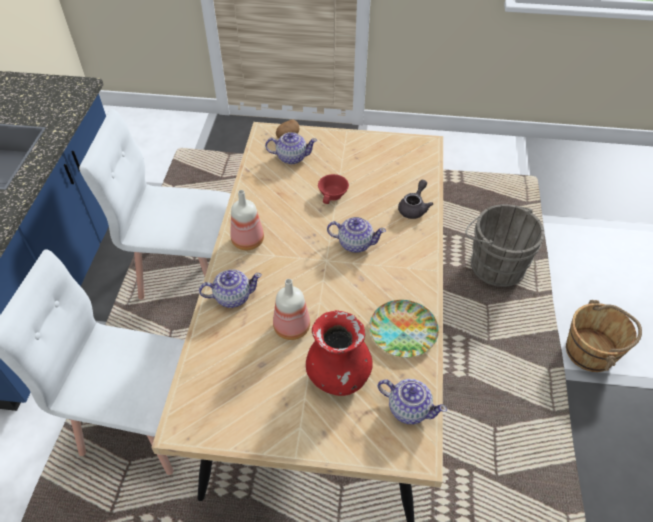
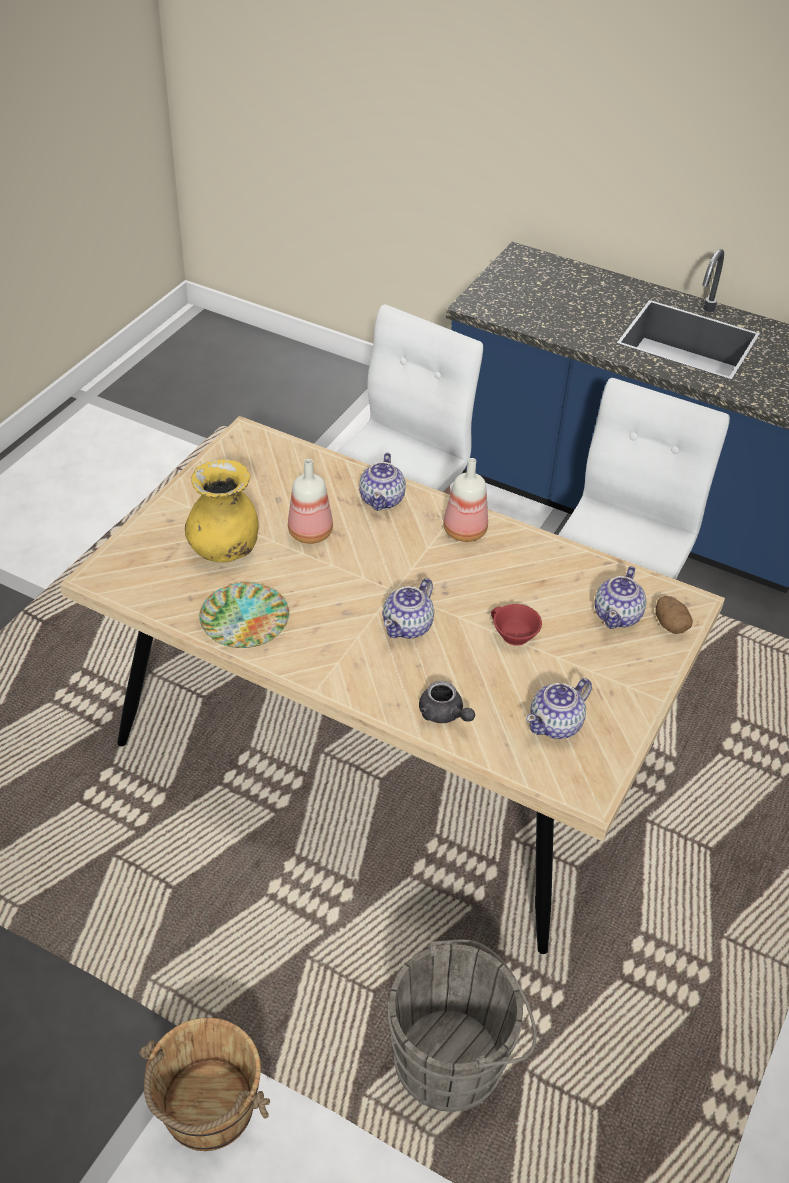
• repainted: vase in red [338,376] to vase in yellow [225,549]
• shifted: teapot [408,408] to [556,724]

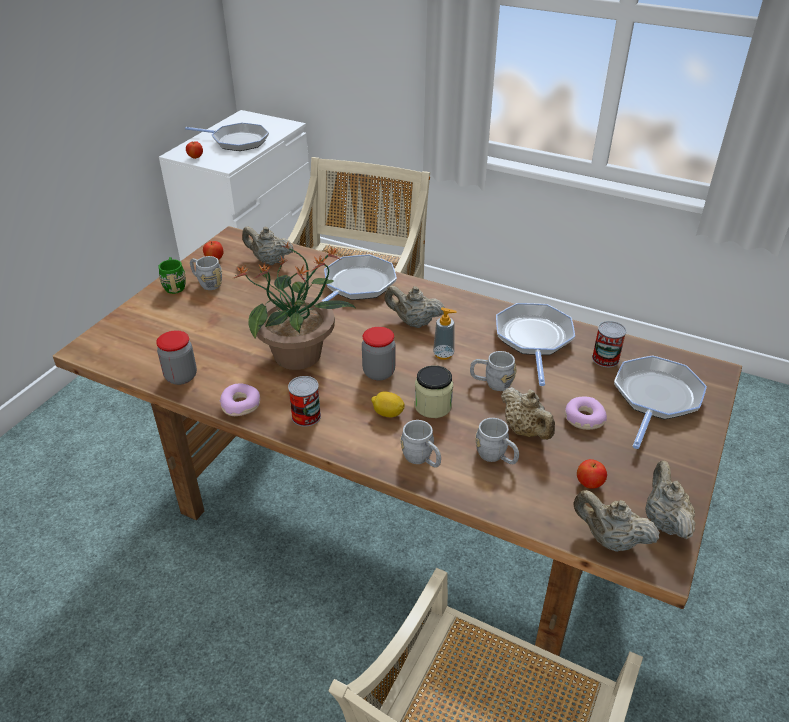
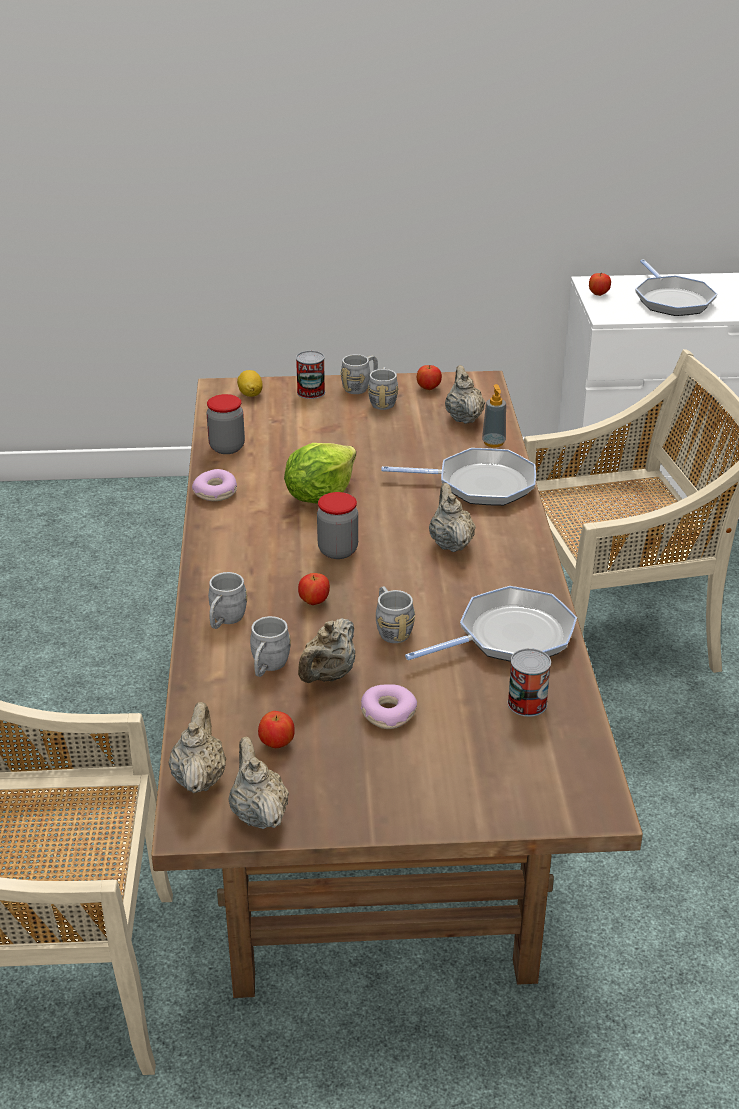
• repainted: mug in green [175,285] to mug in grey [360,387]
• swapped: potted plant [299,355] to lettuce [320,495]
• shifted: can [306,416] to [311,392]
• shifted: lemon [388,413] to [250,394]
• swapped: jar [433,406] to apple [314,602]
• shifted: soap dispenser [443,354] to [493,442]
• gone: frying pan [655,398]
• rotated: teapot in beige [663,520] = [258,813] 75 degrees counterclockwise

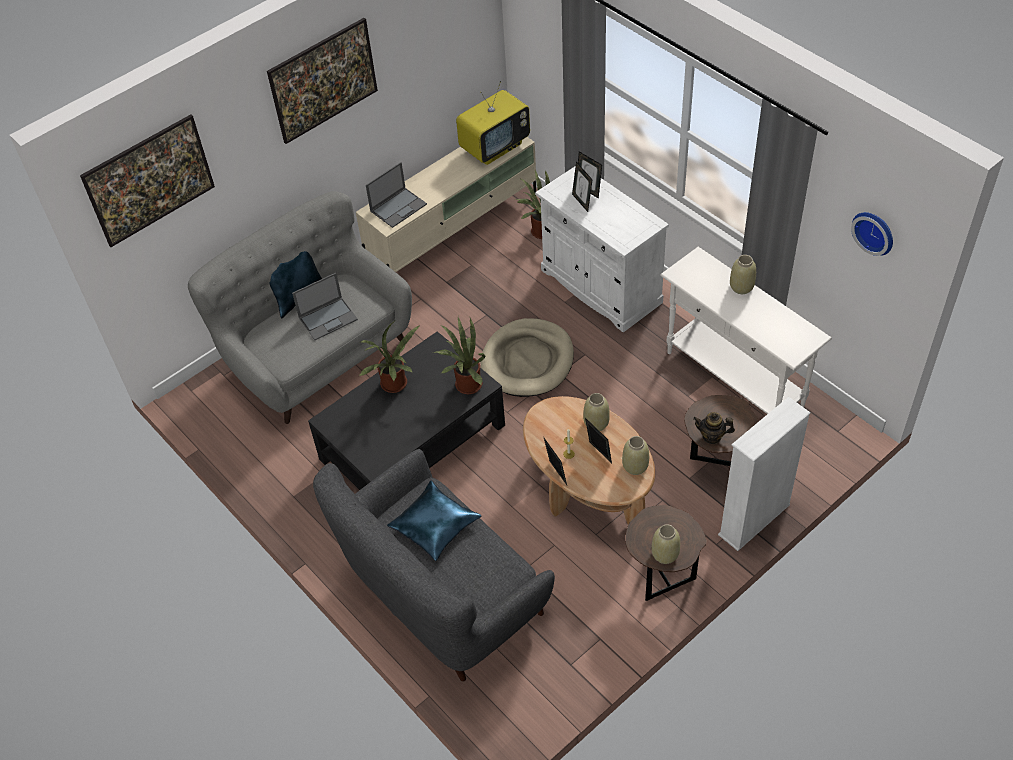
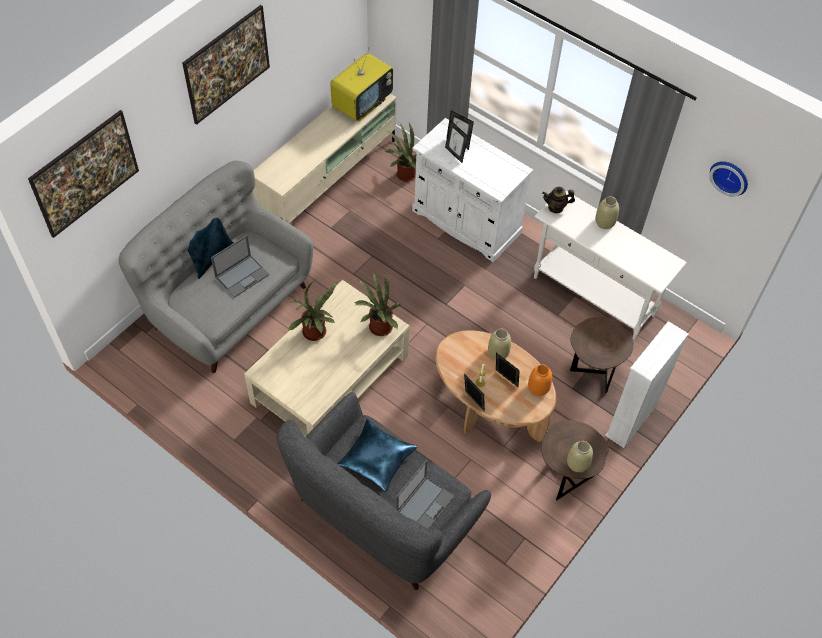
• repainted: coffee table in black [413,441] to coffee table in beige [330,378]
• shifted: laptop [399,207] to [425,503]
• gone: dog bed in beige [527,361]
• repainted: vase in beige [635,466] to vase in orange [538,388]
• shifted: teapot [712,436] to [556,207]

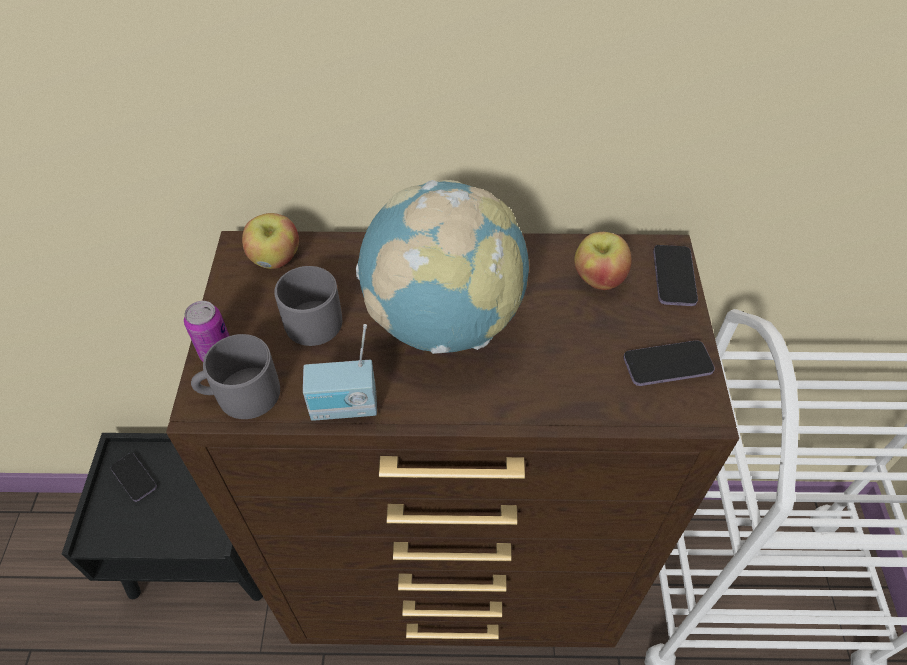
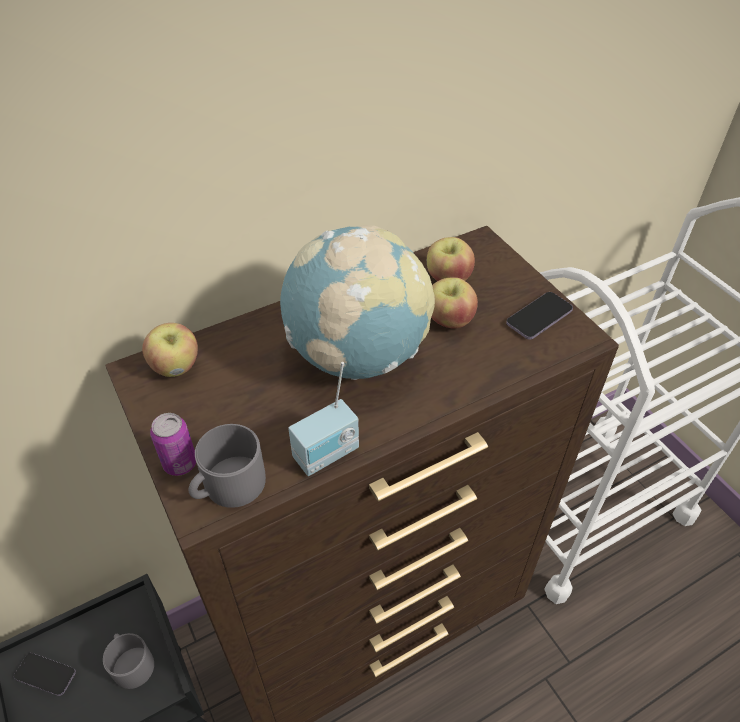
• shifted: mug in grey [313,316] to [131,663]
• gone: phone [674,277]
• new: apple [449,320]

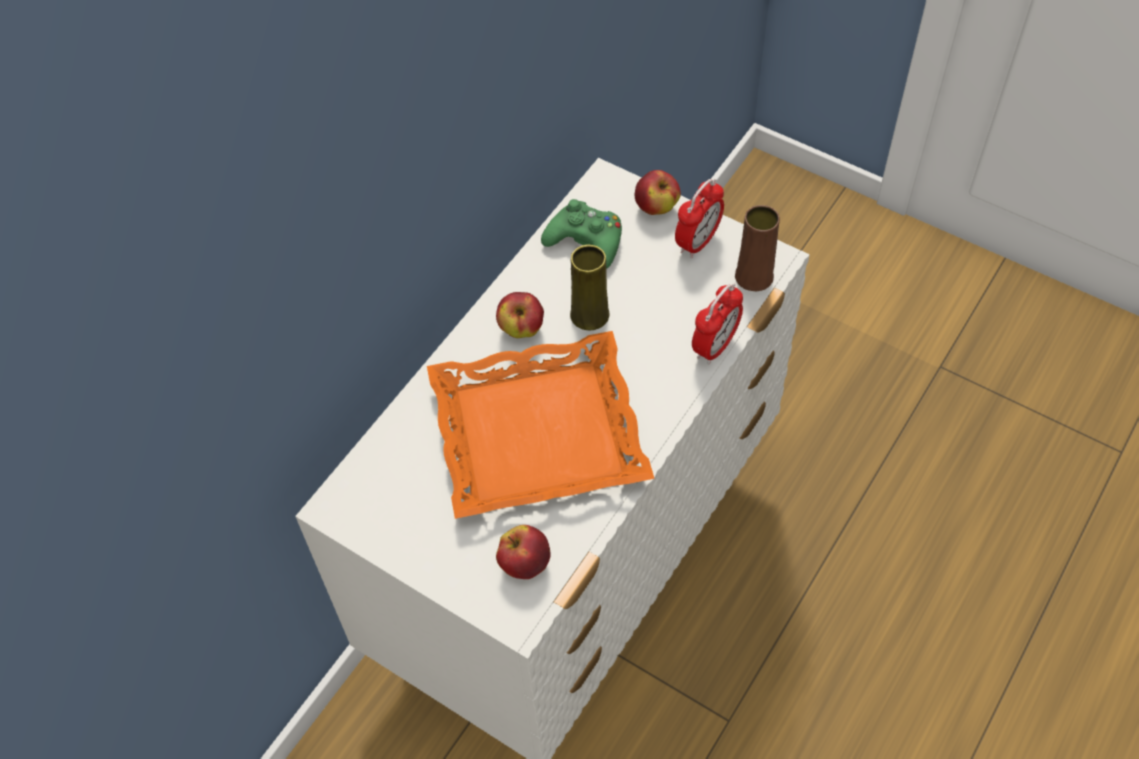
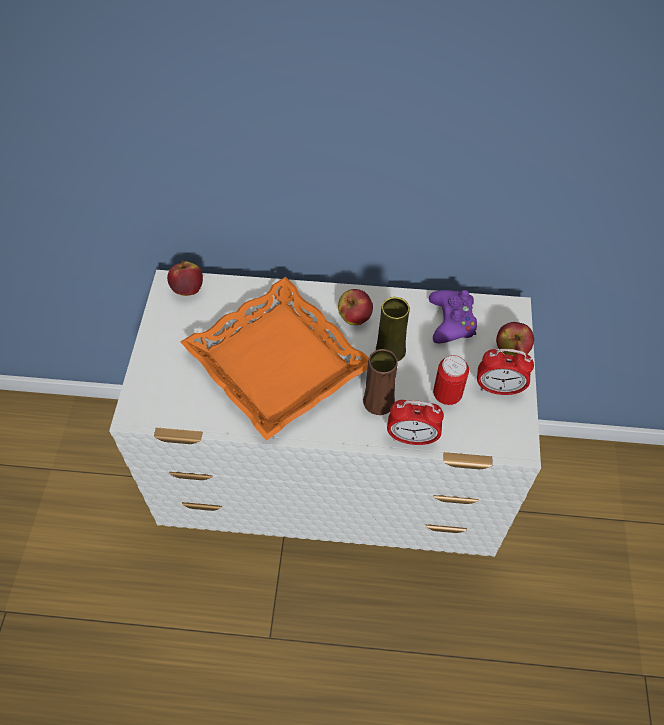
• shifted: apple [524,564] to [188,289]
• repainted: game controller in green [586,241] to game controller in purple [452,321]
• shifted: vase in brown [754,276] to [378,401]
• new: can [447,395]

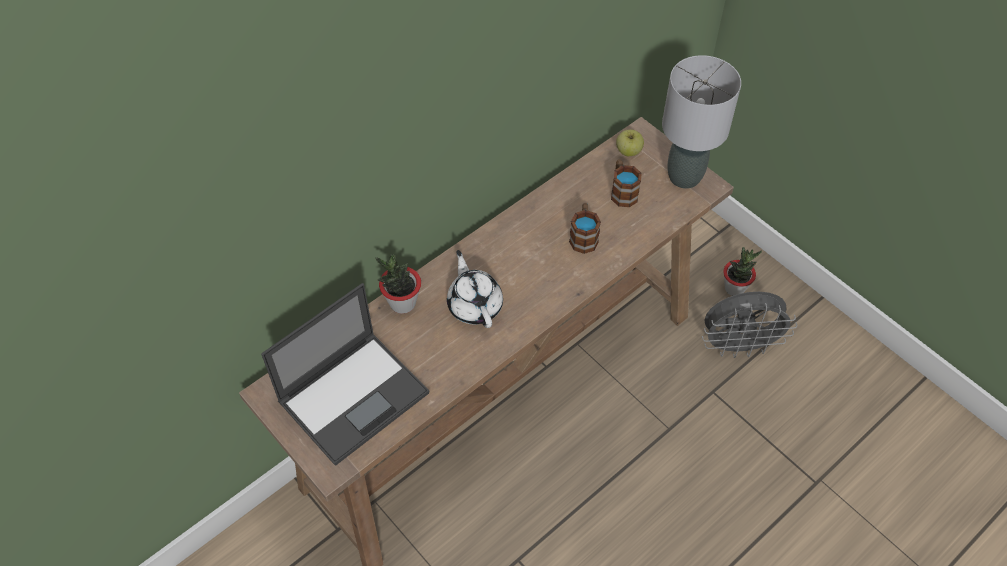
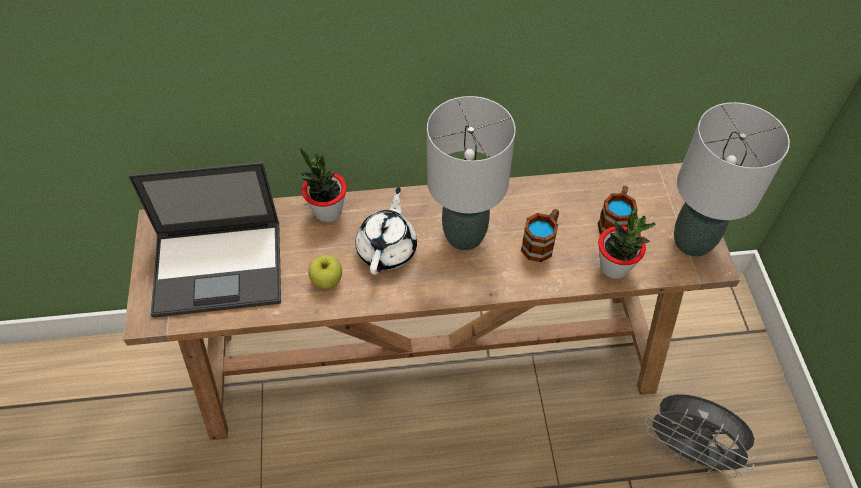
• shifted: apple [628,151] to [327,280]
• shifted: potted plant [734,288] to [614,267]
• new: table lamp in grey [465,236]

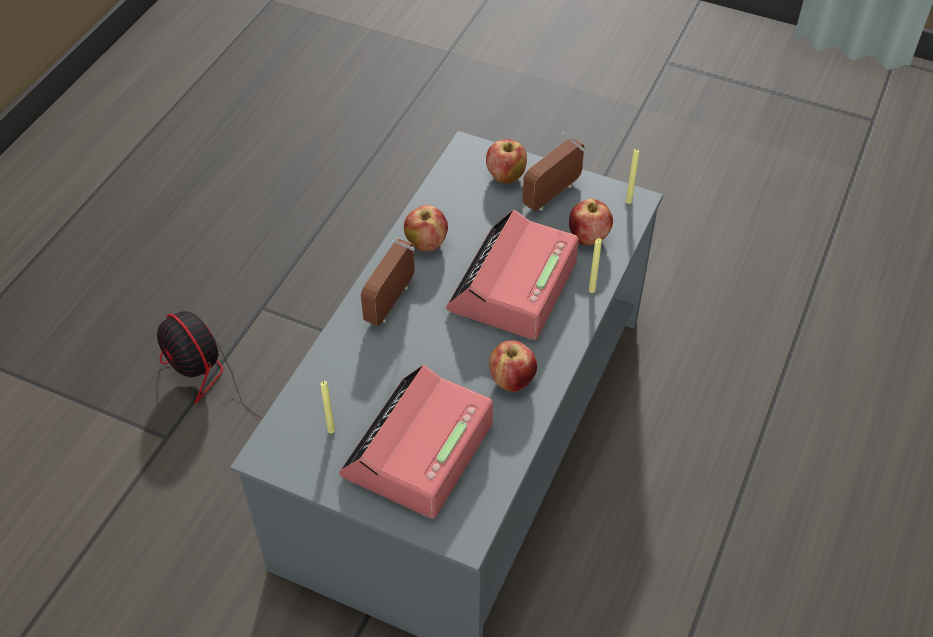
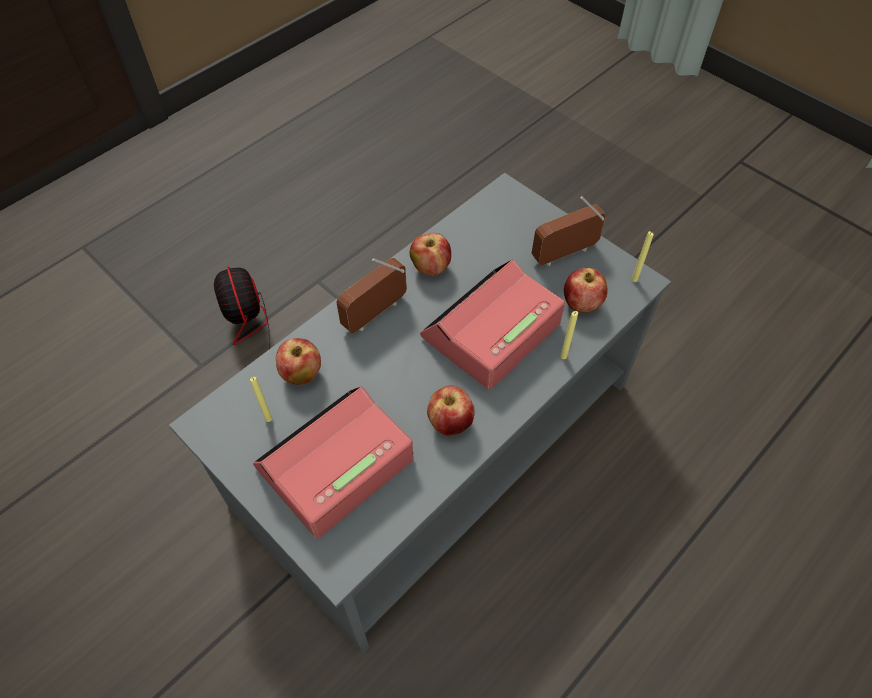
• shifted: apple [505,177] to [301,374]

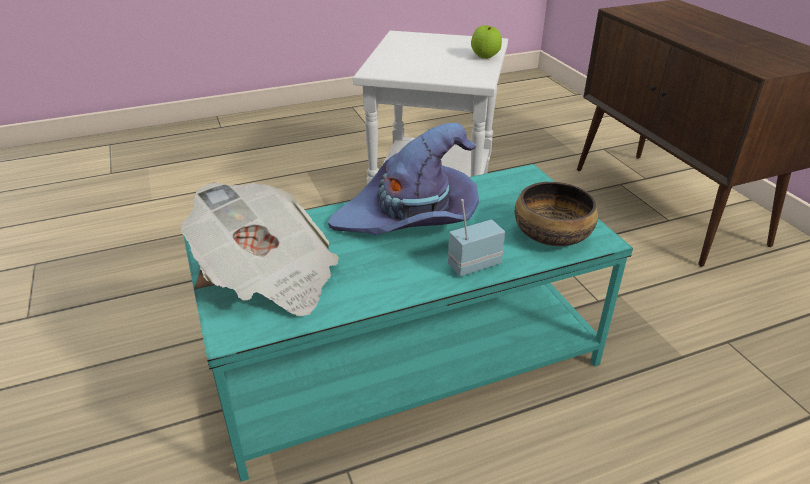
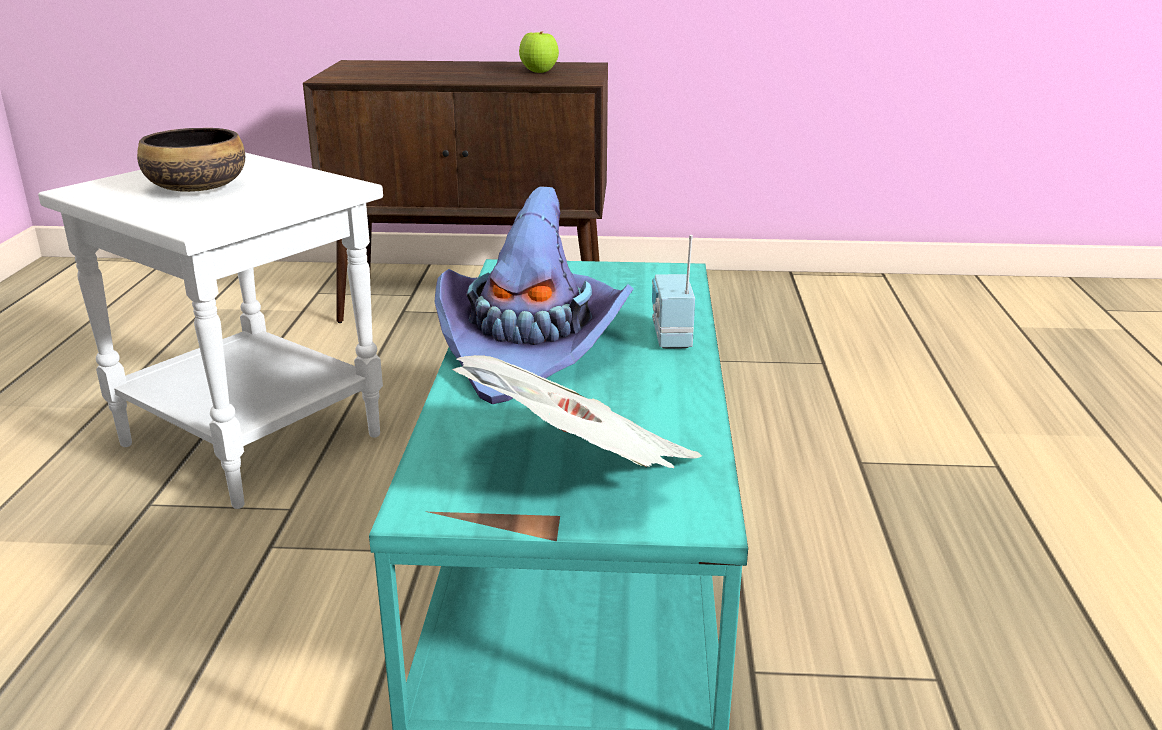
• shifted: apple [485,57] to [539,72]
• shifted: bowl [551,234] to [196,187]

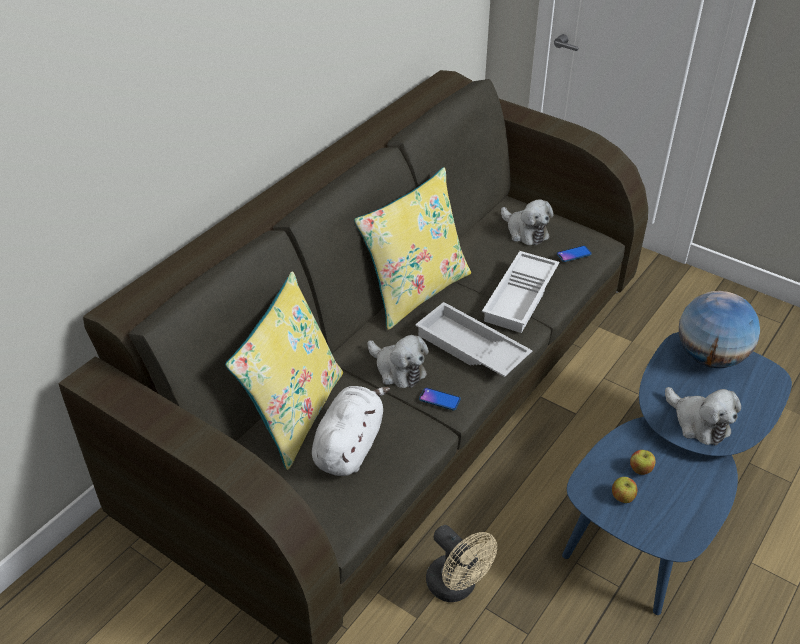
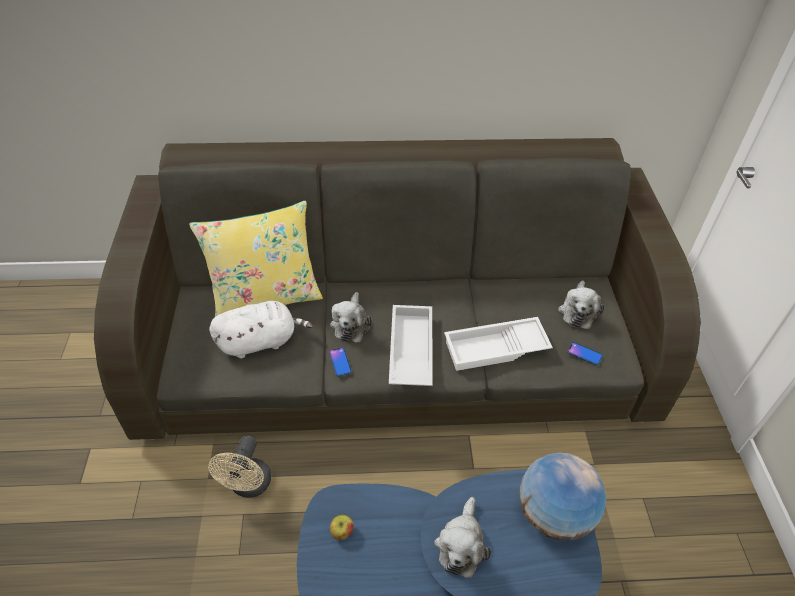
• gone: pillow in yellow [415,291]
• gone: apple [640,469]

